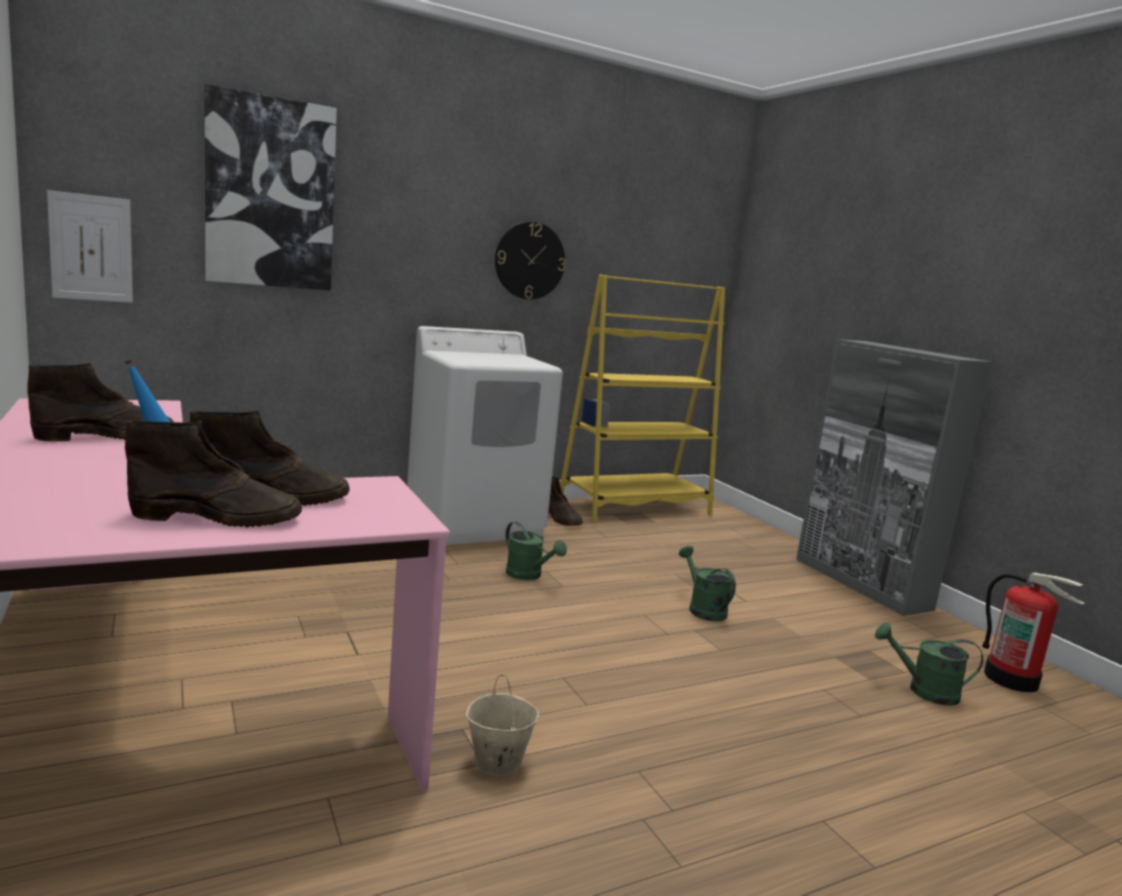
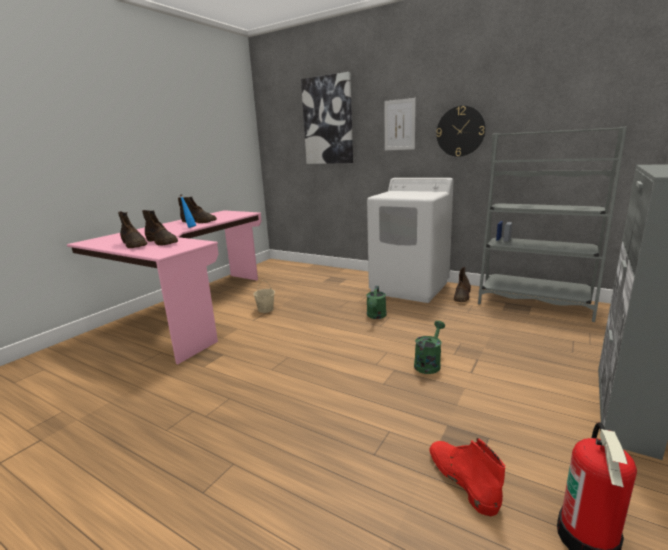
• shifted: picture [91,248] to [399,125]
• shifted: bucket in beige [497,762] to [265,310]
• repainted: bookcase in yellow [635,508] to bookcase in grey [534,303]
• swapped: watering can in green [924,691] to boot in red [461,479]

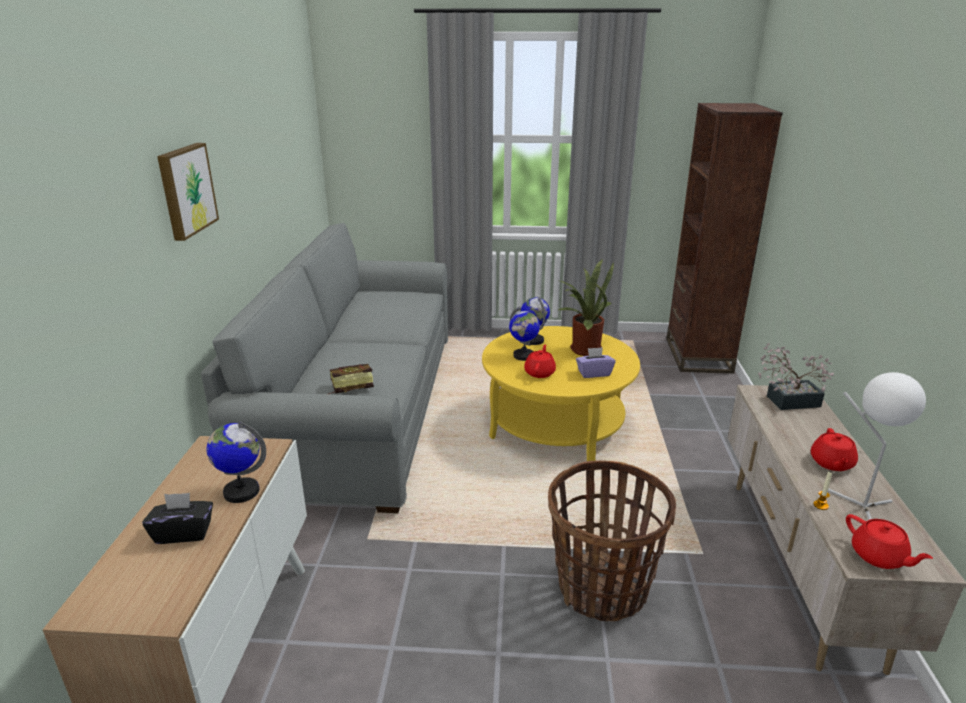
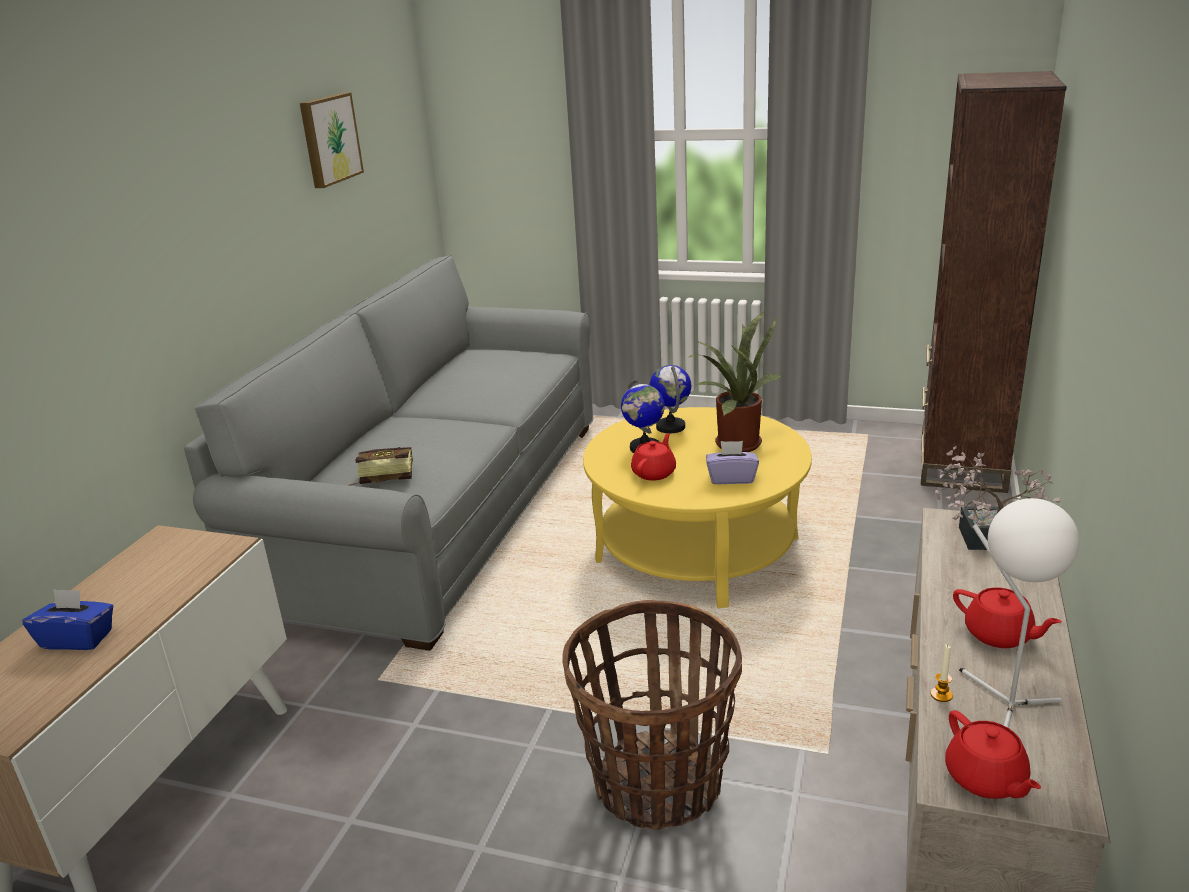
• repainted: tissue box in black [184,533] to tissue box in blue [78,639]
• shifted: picture [185,190] to [329,139]
• gone: globe [241,491]
• rotated: teapot in red [831,463] = [999,635] 75 degrees counterclockwise

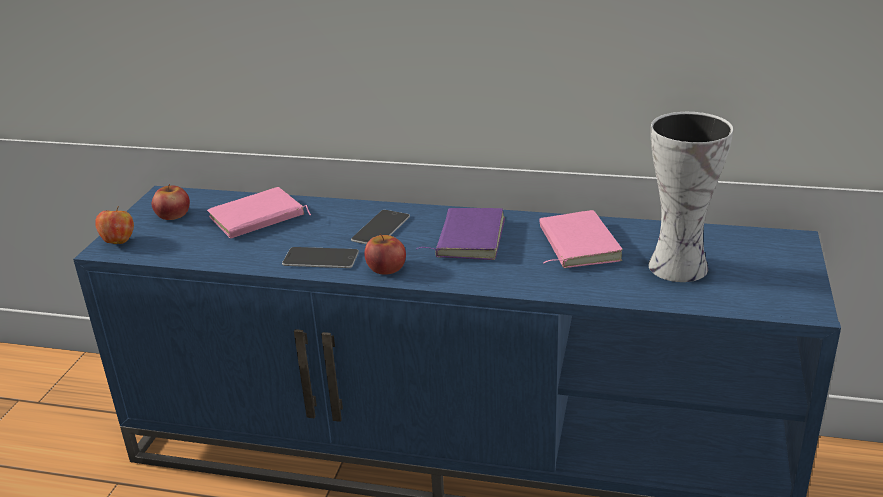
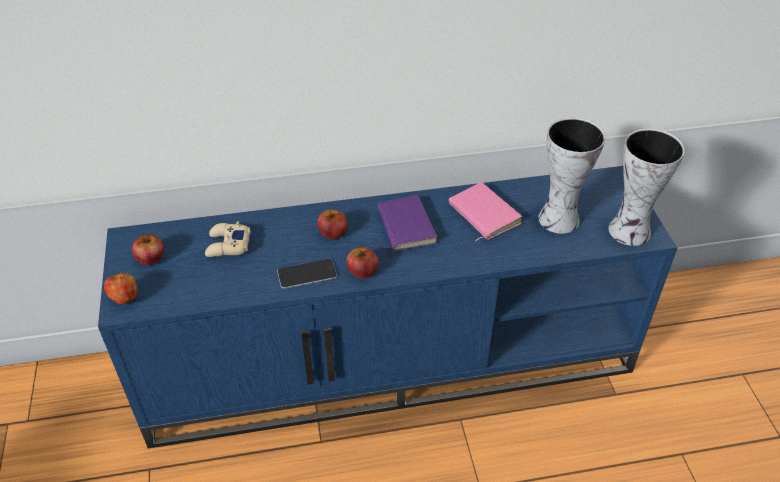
• swapped: book in pink [257,219] to game controller in beige [227,245]
• swapped: phone [381,228] to apple [333,232]
• new: vase [628,232]

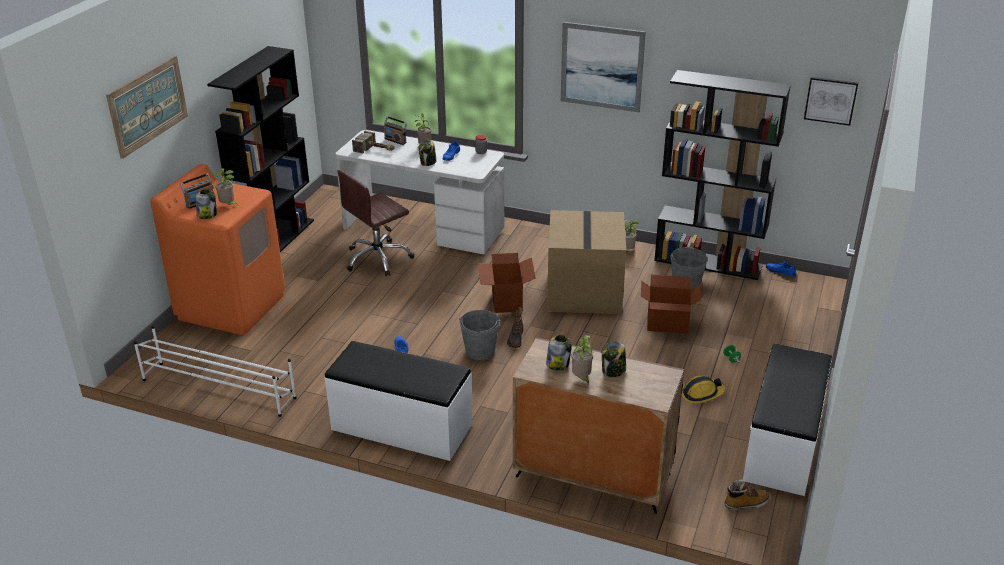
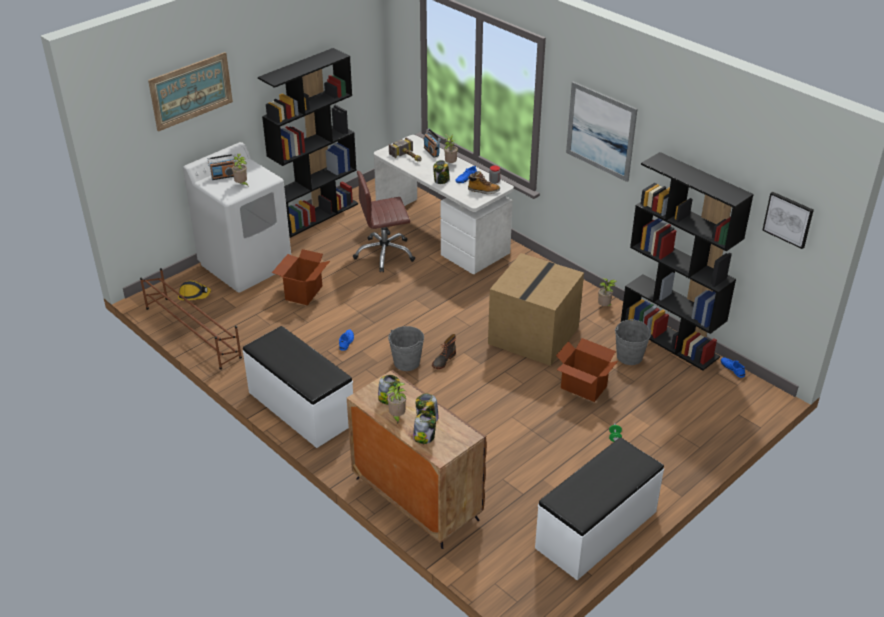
• repainted: shoe rack in white [218,388] to shoe rack in brown [192,332]
• repainted: washing machine in orange [232,306] to washing machine in white [246,265]
• shifted: jar [207,215] to [424,437]
• shifted: cardboard box [506,301] to [303,293]
• shifted: hard hat [701,394] to [194,295]
• shifted: boot [746,503] to [483,191]

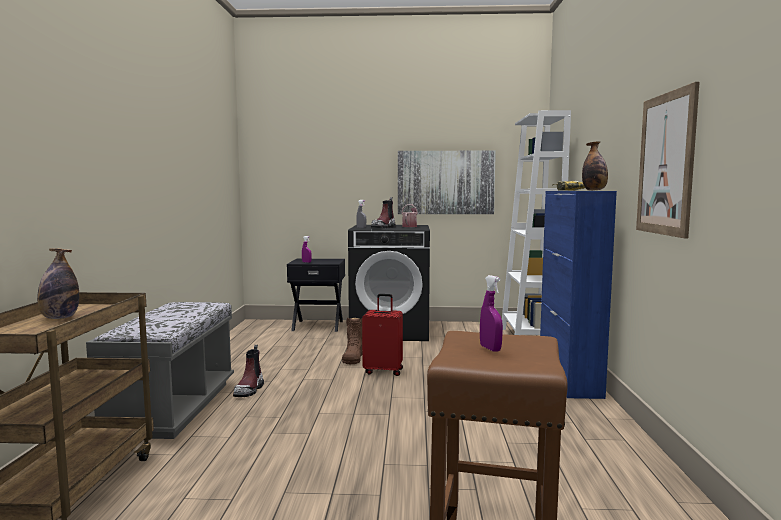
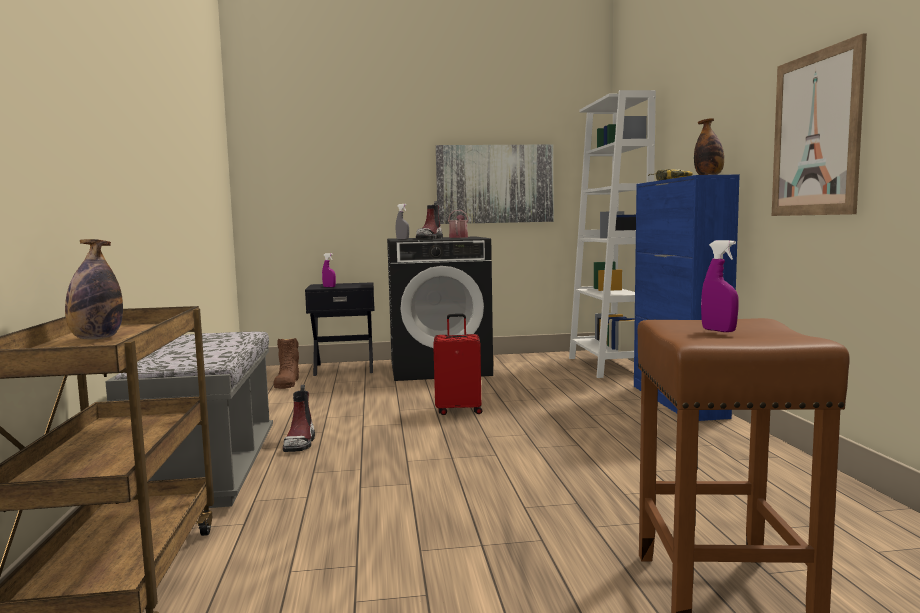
• shifted: boot in brown [353,357] to [287,382]

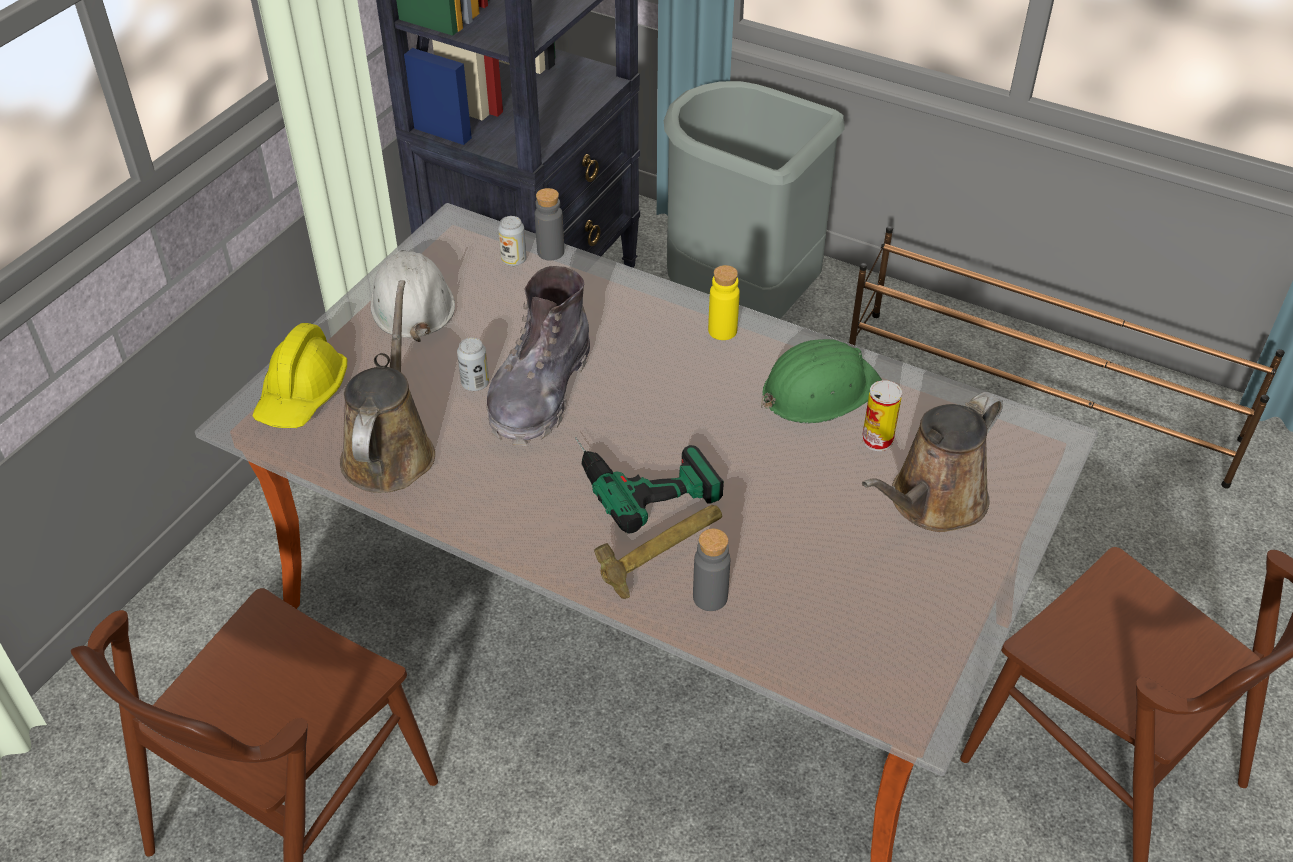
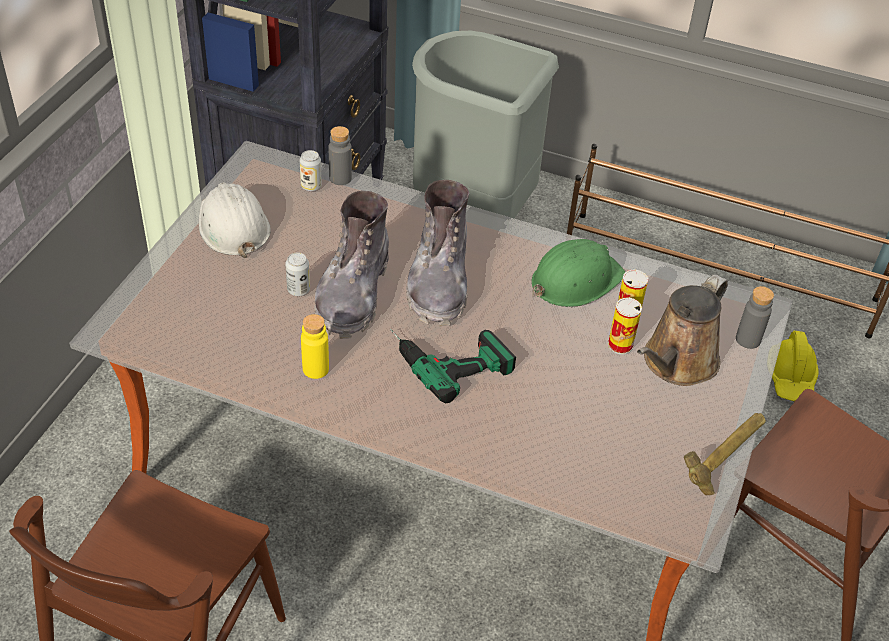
• shifted: hard hat in yellow [302,395] to [791,378]
• gone: watering can in brown [390,450]
• shifted: hammer [662,558] to [724,459]
• shifted: bottle in grey [710,597] to [748,339]
• shifted: bottle in yellow [722,331] to [315,369]
• new: boot in grey [439,282]
• new: can [620,345]

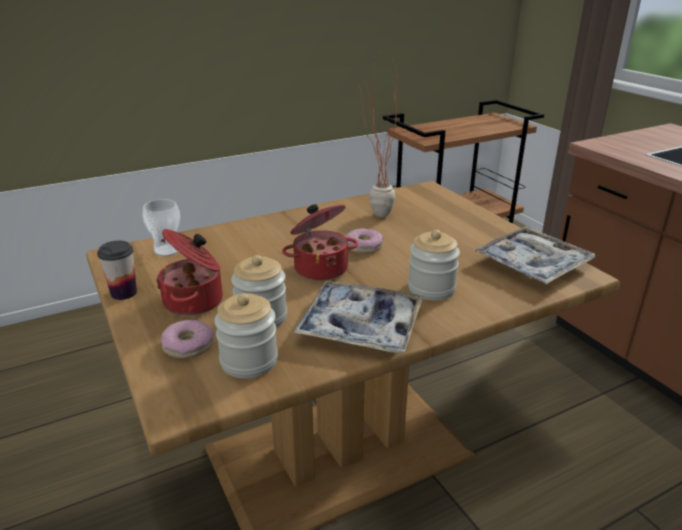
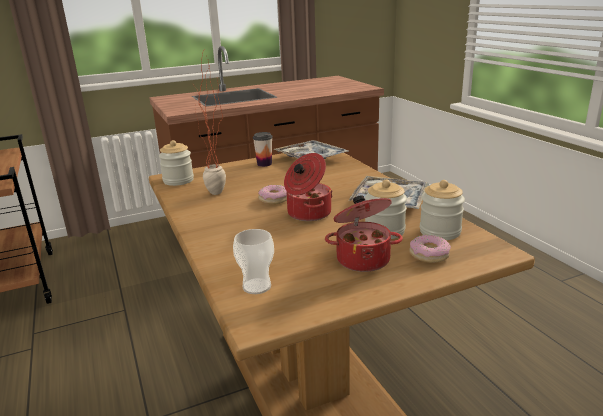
• shifted: cup [124,293] to [264,164]
• shifted: jar [431,289] to [178,180]

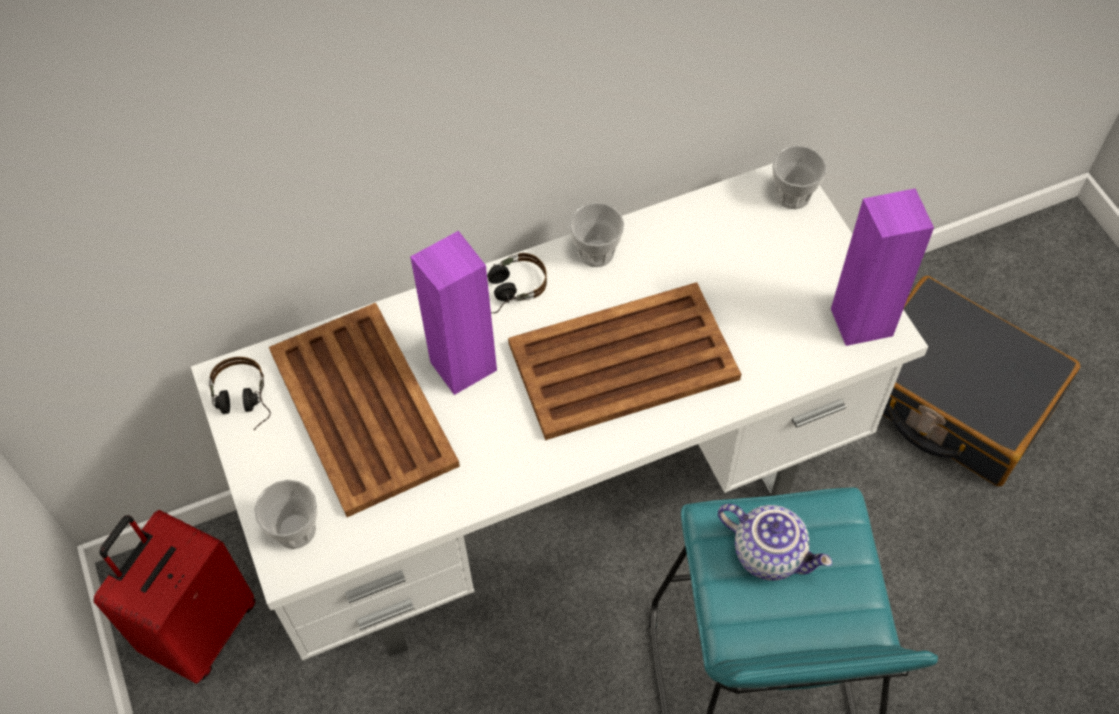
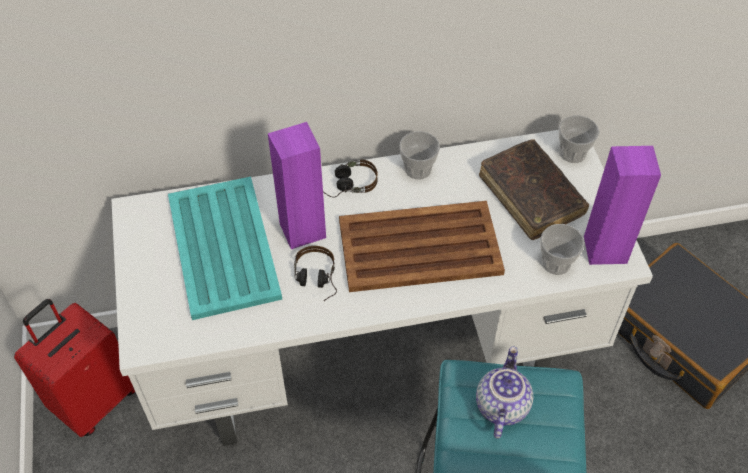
• shifted: headphones [243,404] to [316,282]
• shifted: cup [295,530] to [556,263]
• repainted: tray in brown [362,406] to tray in turquoise [223,245]
• rotated: teapot [770,552] = [500,405] 120 degrees counterclockwise
• new: book in brown [531,196]

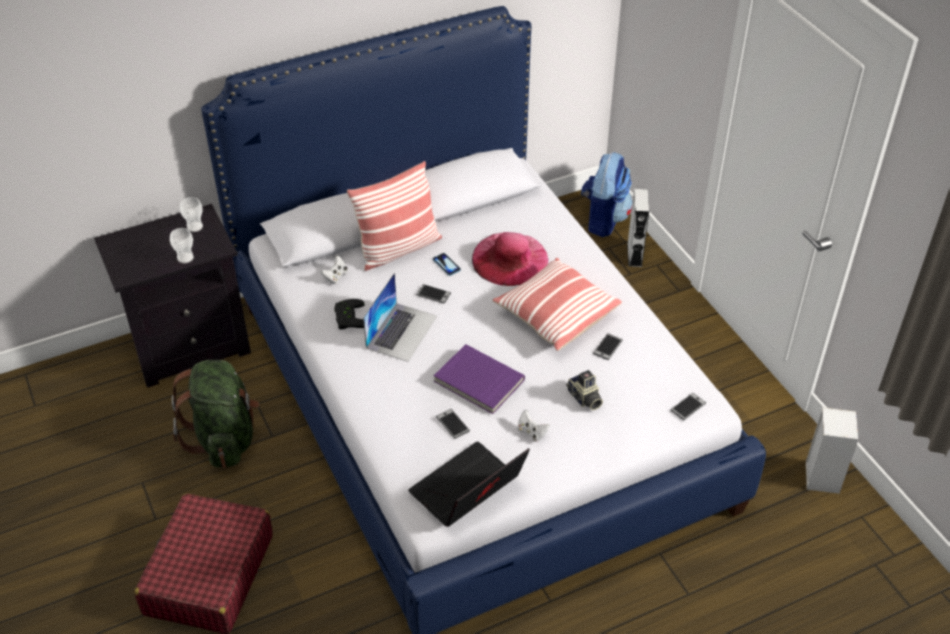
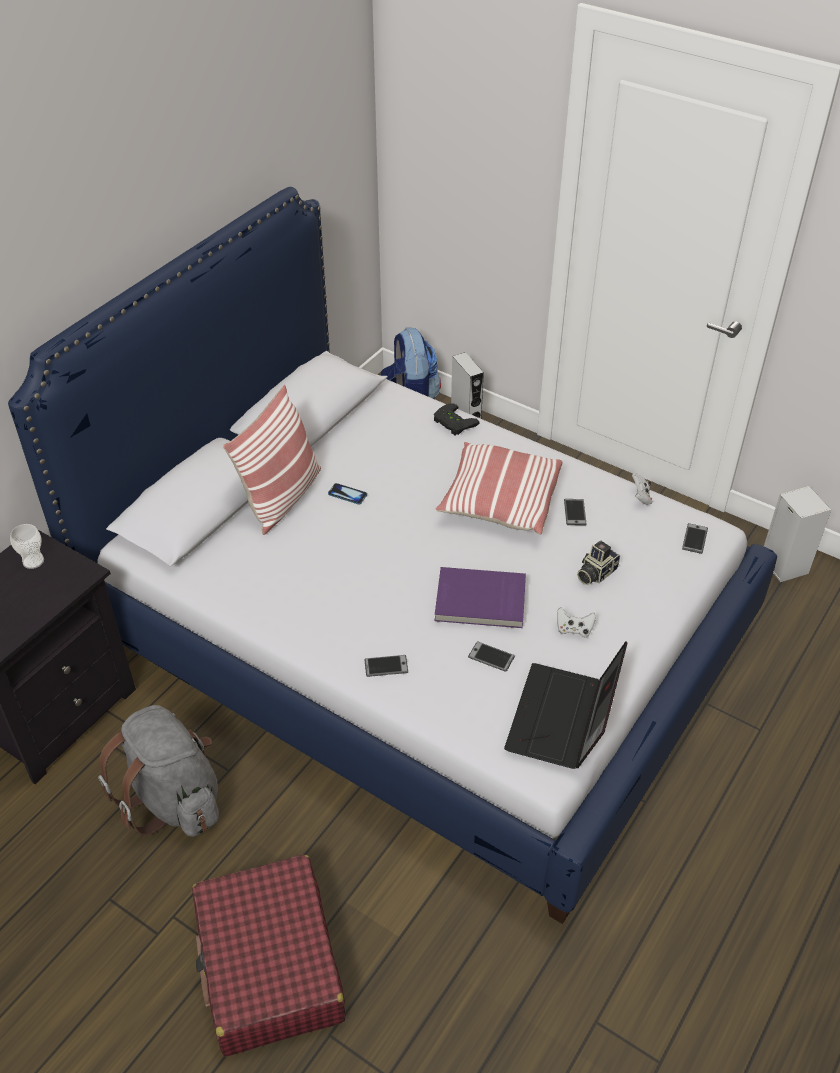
• gone: cup [185,258]
• repainted: backpack in green [224,438] to backpack in grey [173,799]
• shifted: game controller in white [335,276] to [641,497]
• shifted: game controller in black [348,317] to [452,423]
• gone: laptop [401,331]
• shifted: phone [433,294] to [386,666]
• gone: hat in pink [509,259]
• rotated: photo camera [584,399] = [595,573] 105 degrees clockwise

